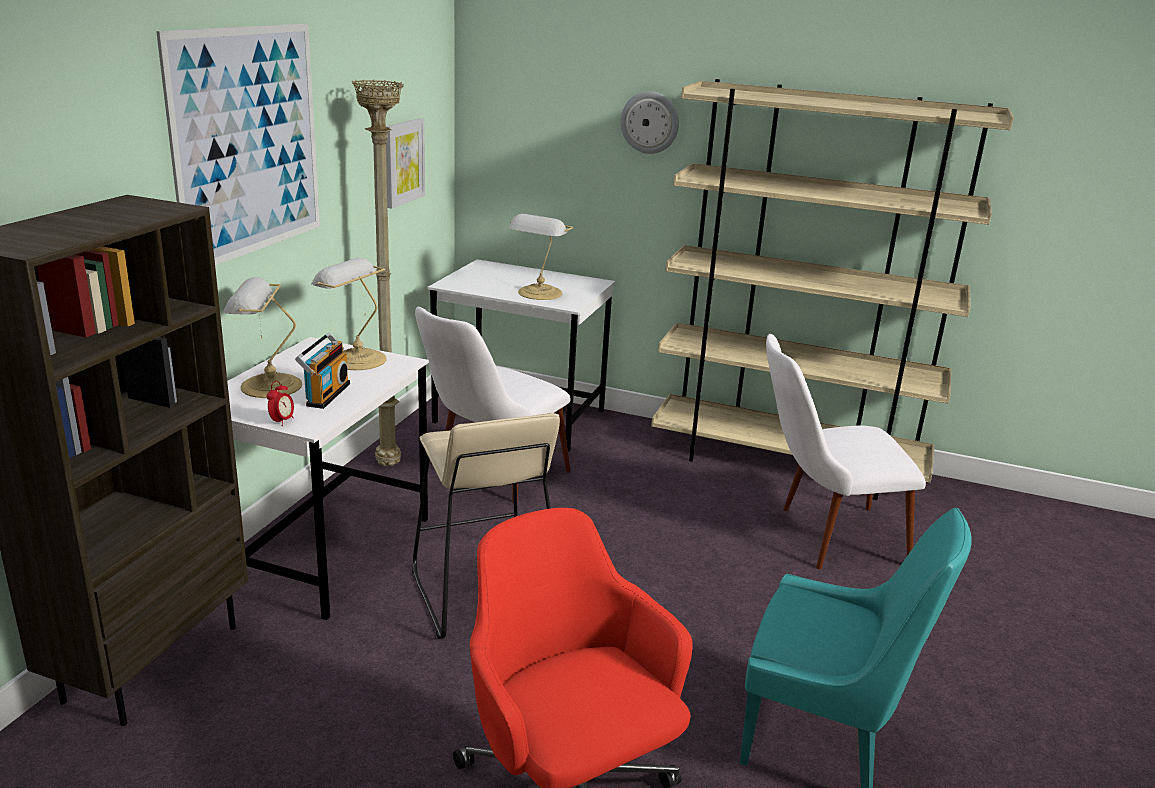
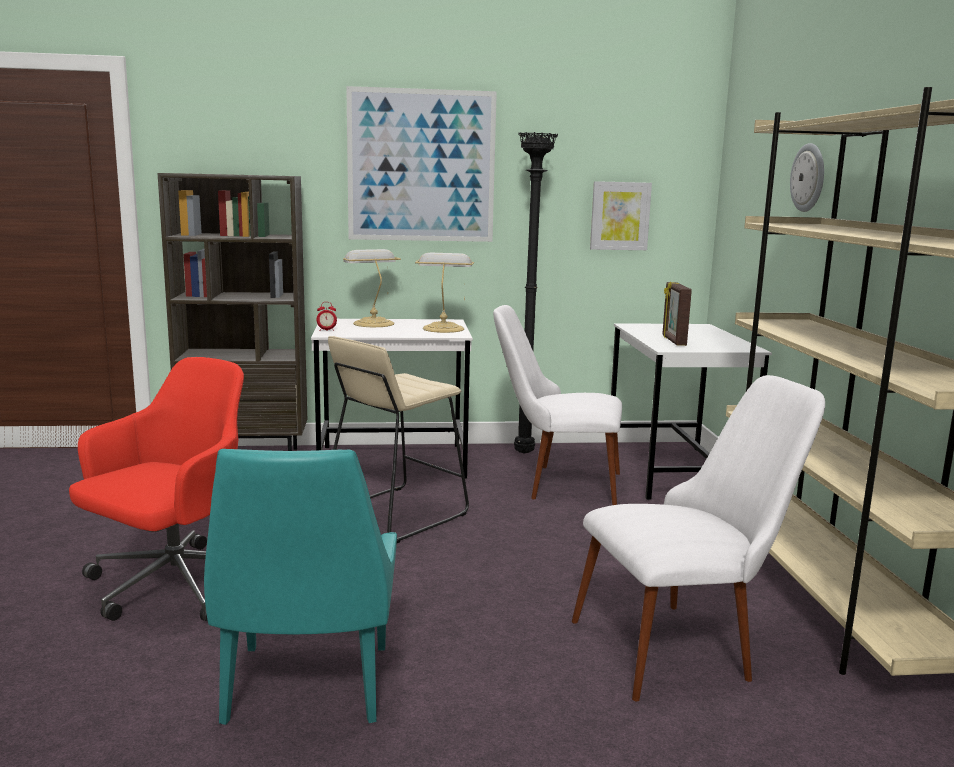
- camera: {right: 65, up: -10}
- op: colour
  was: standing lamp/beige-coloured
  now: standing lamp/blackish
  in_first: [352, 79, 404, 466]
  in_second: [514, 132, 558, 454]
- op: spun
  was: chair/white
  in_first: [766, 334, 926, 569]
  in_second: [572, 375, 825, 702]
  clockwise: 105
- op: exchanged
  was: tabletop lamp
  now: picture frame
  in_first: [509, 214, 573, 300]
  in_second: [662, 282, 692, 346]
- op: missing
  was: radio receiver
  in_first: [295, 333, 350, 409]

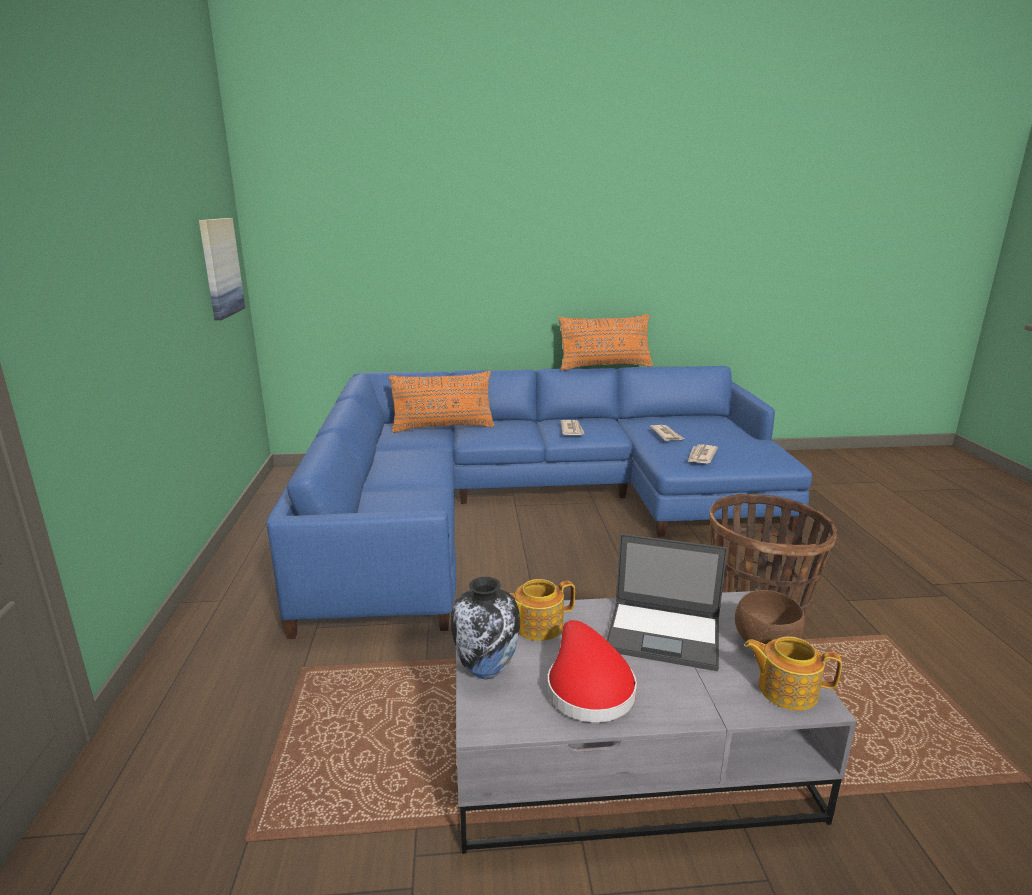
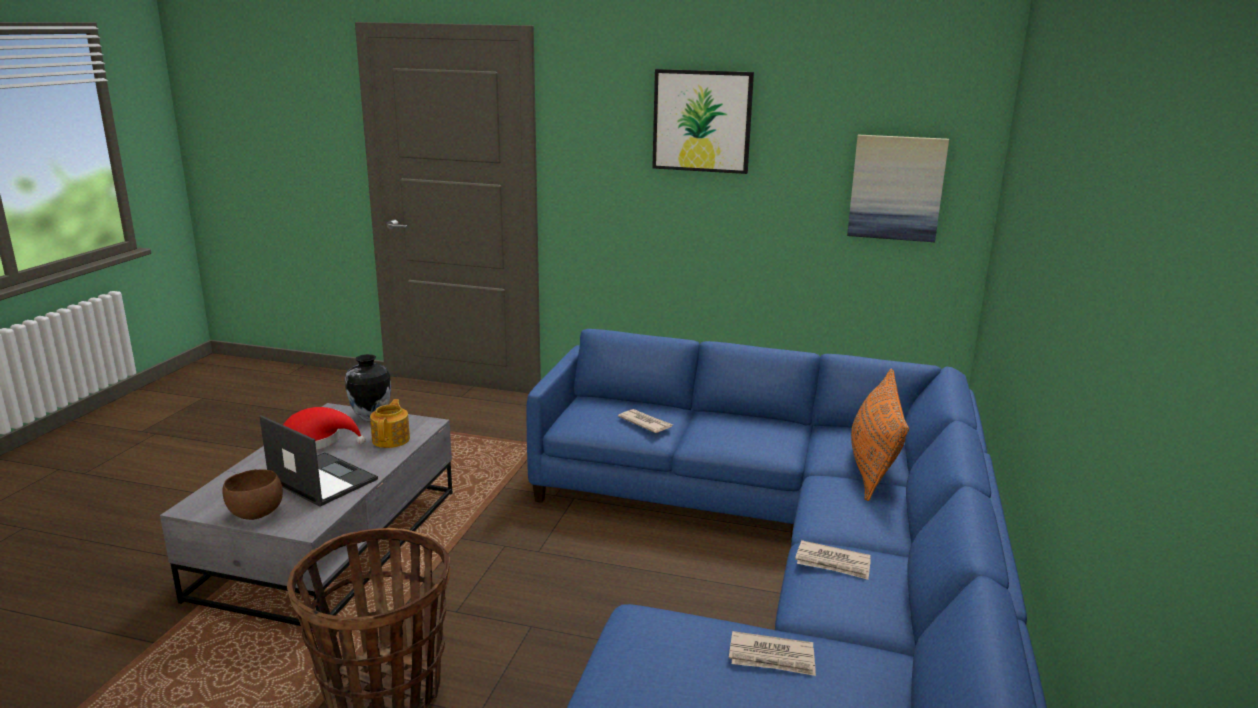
- camera: {right: 110, up: 0}
- op: spun
  was: portable computer
  in_first: [606, 534, 728, 671]
  in_second: [260, 415, 378, 507]
  clockwise: 90
- op: relocated
  was: daily paper
  in_first: [687, 444, 718, 463]
  in_second: [618, 409, 673, 433]
- op: appeared
  now: picture
  in_second: [652, 69, 754, 174]
- op: missing
  was: cushion/orange
  in_first: [558, 314, 653, 371]
- op: missing
  was: tea pot
  in_first: [744, 636, 842, 711]

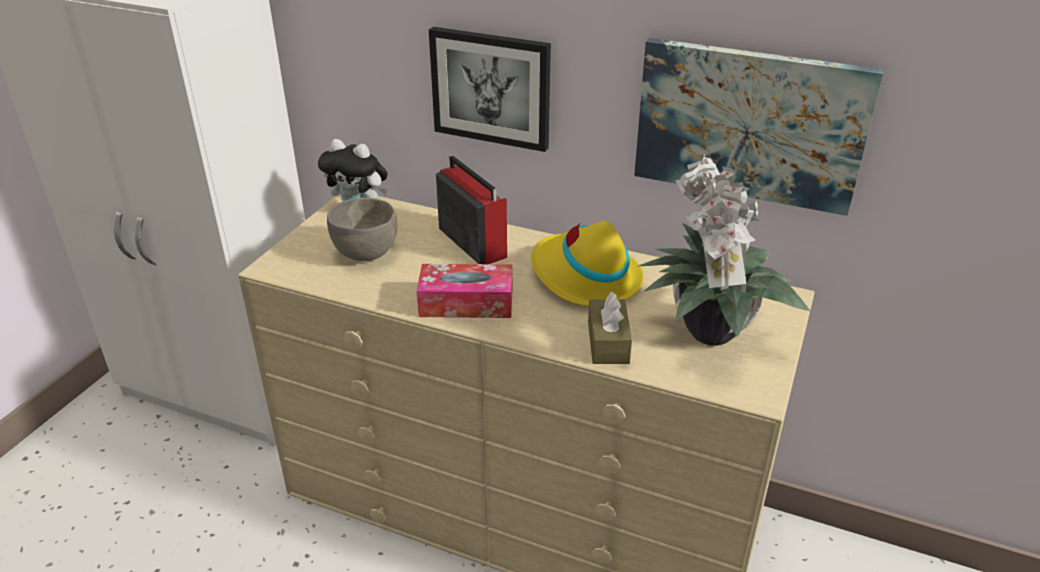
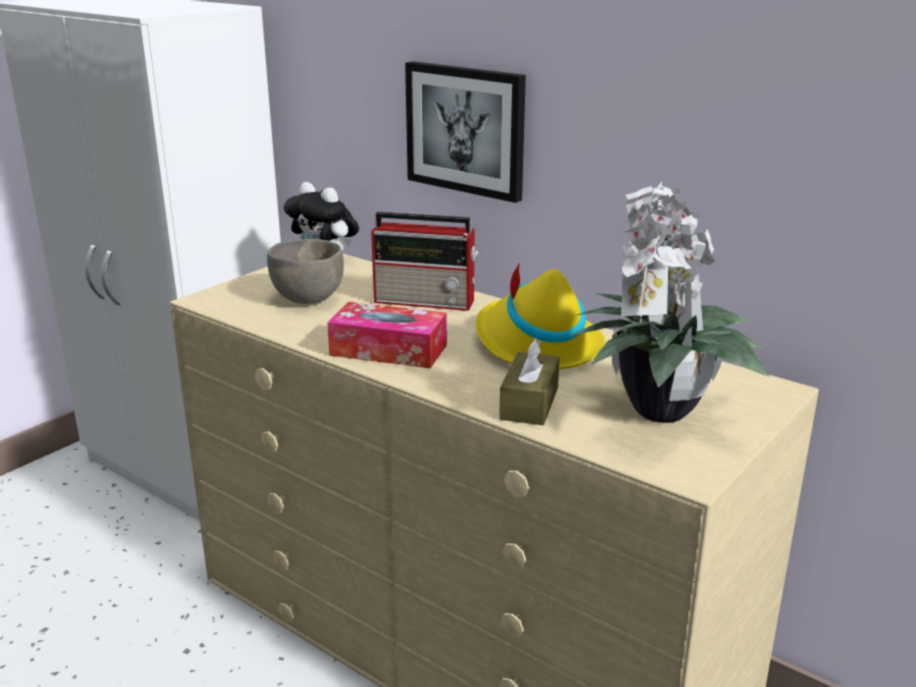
- camera: {right: 15, up: -10}
- op: spun
  was: radio receiver
  in_first: [436, 155, 507, 264]
  in_second: [371, 212, 479, 311]
  clockwise: 120
- op: missing
  was: picture
  in_first: [634, 38, 884, 216]

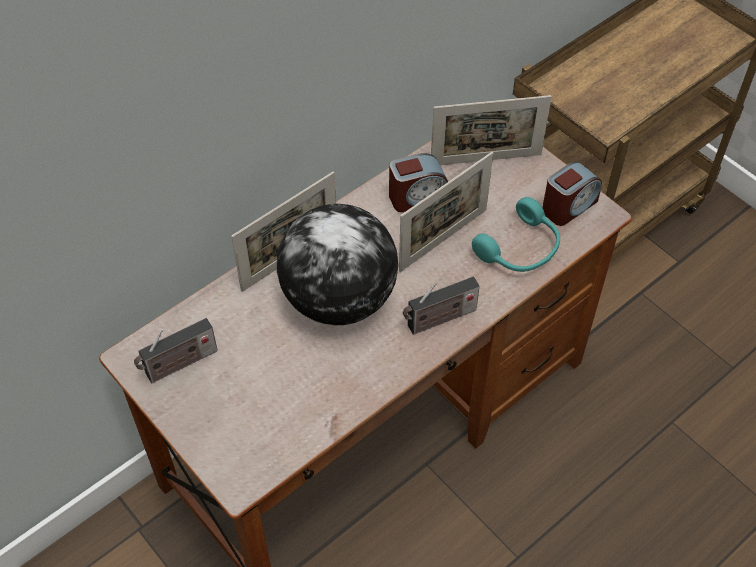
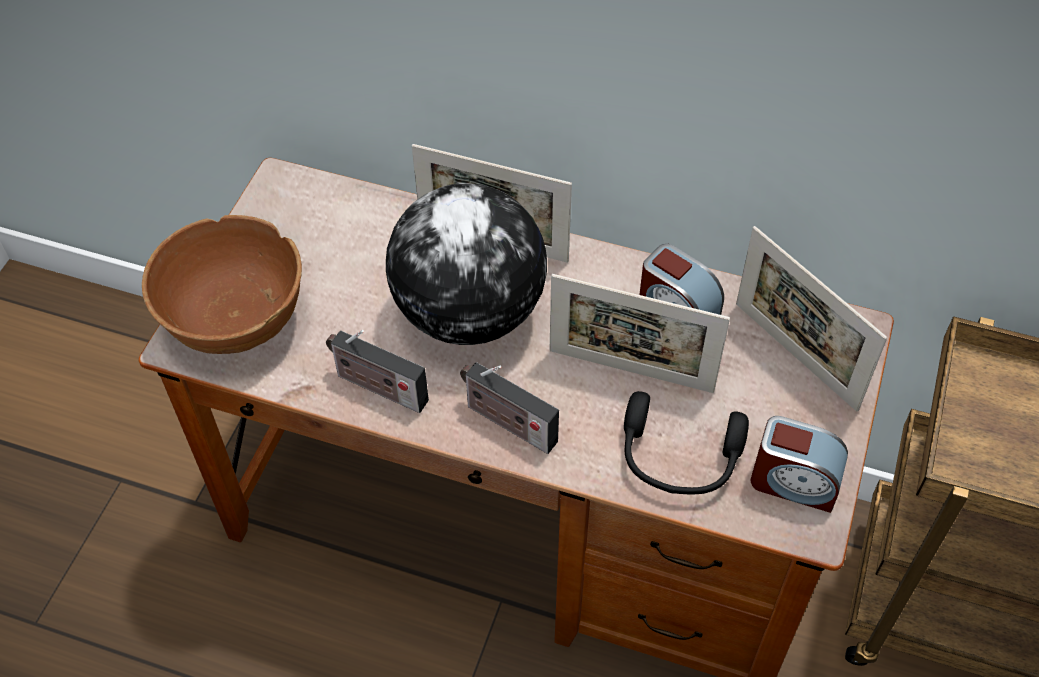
- camera: {right: 60, up: 0}
- op: appeared
  now: serving bowl/brownish
  in_second: [142, 215, 302, 354]
- op: relocated
  was: radio receiver
  in_first: [134, 318, 218, 383]
  in_second: [326, 330, 429, 413]
- op: colour
  was: headphones/blue-green
  now: headphones/blackish
  in_first: [472, 197, 560, 272]
  in_second: [624, 391, 749, 495]

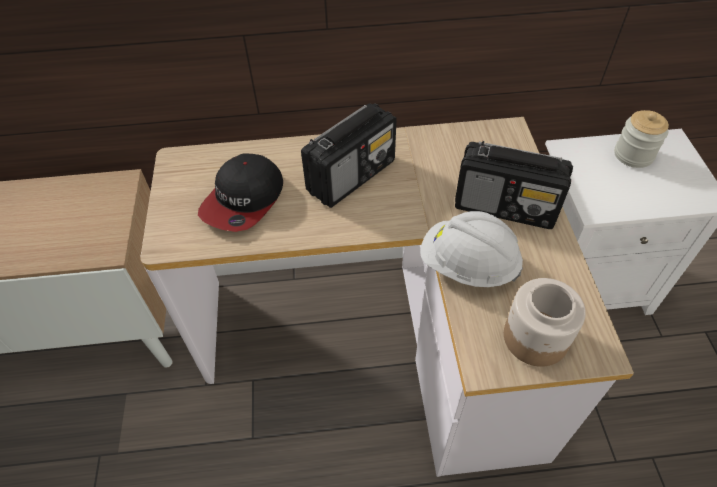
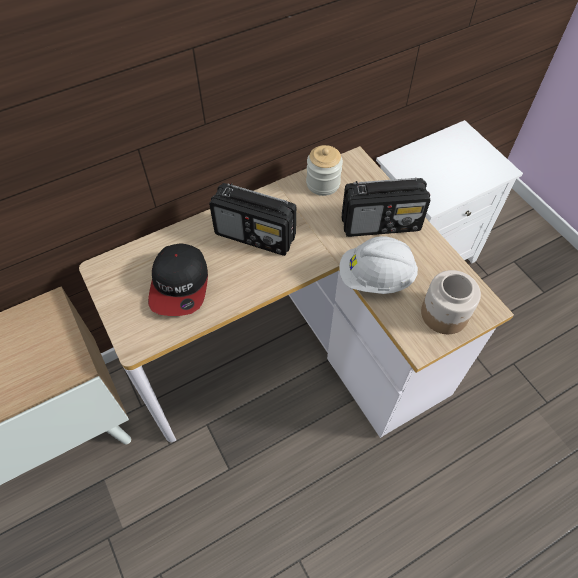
- camera: {right: -25, up: 5}
- op: spun
  was: radio receiver
  in_first: [301, 103, 397, 208]
  in_second: [209, 183, 296, 256]
  clockwise: 90
- op: relocated
  was: jar
  in_first: [614, 110, 669, 168]
  in_second: [306, 145, 343, 196]

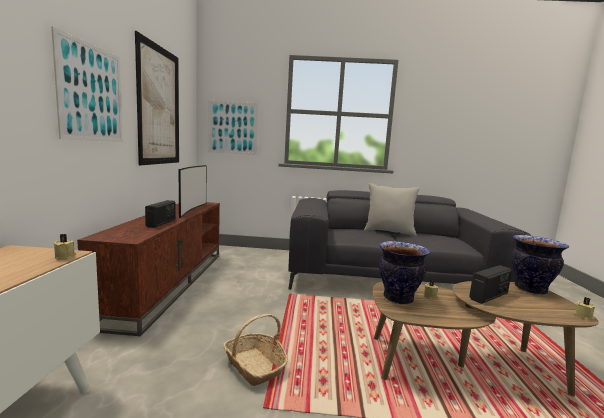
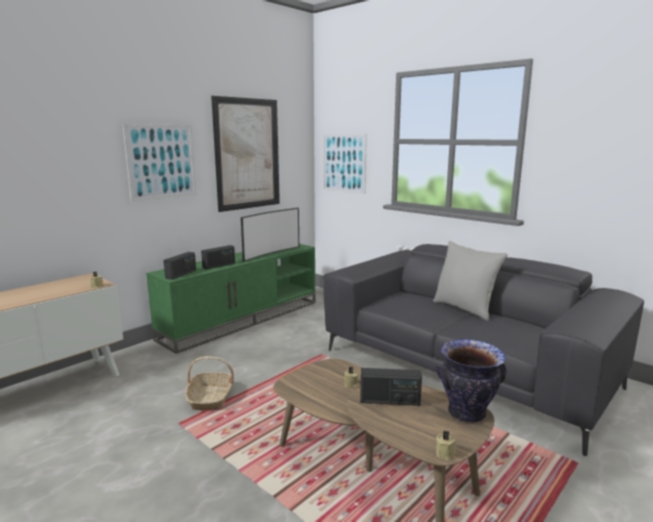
- camera: {right: 40, up: 5}
- op: colour
  was: tv stand/brownish
  now: tv stand/green-coloured
  in_first: [77, 202, 220, 336]
  in_second: [146, 244, 315, 354]
- op: appeared
  now: radio receiver
  in_second: [163, 252, 196, 280]
- op: missing
  was: flower vase
  in_first: [379, 241, 430, 304]

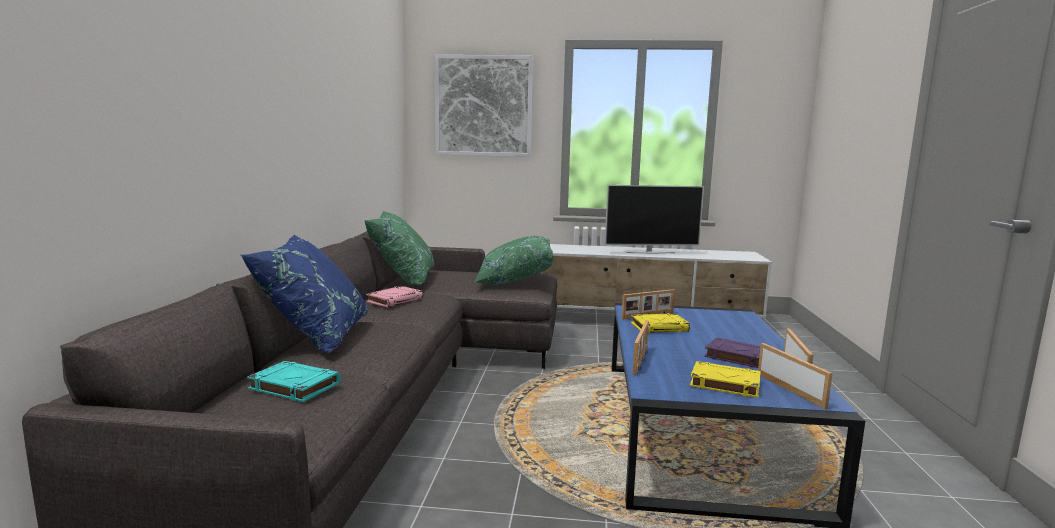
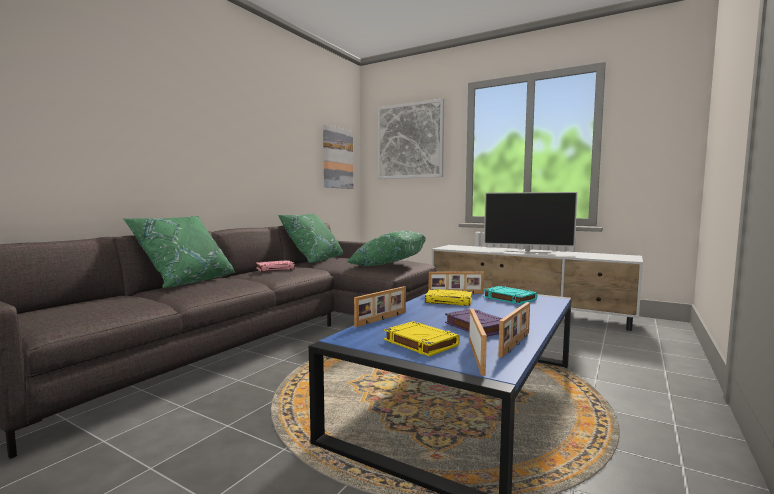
- camera: {right: 25, up: -5}
- op: colour
  was: cushion/blue-coloured
  now: cushion/green-coloured
  in_first: [241, 235, 368, 353]
  in_second: [122, 216, 235, 288]
- op: appeared
  now: picture
  in_second: [323, 125, 353, 189]
- op: relocated
  was: volume/blue-green
  in_first: [247, 361, 341, 402]
  in_second: [483, 286, 537, 305]

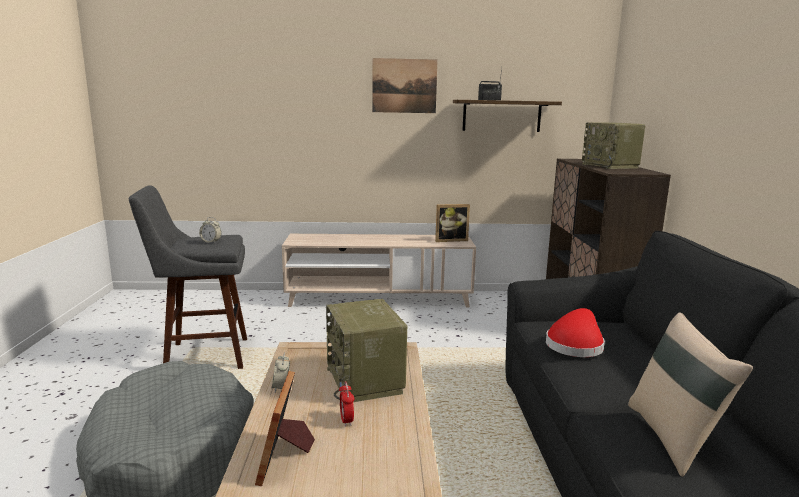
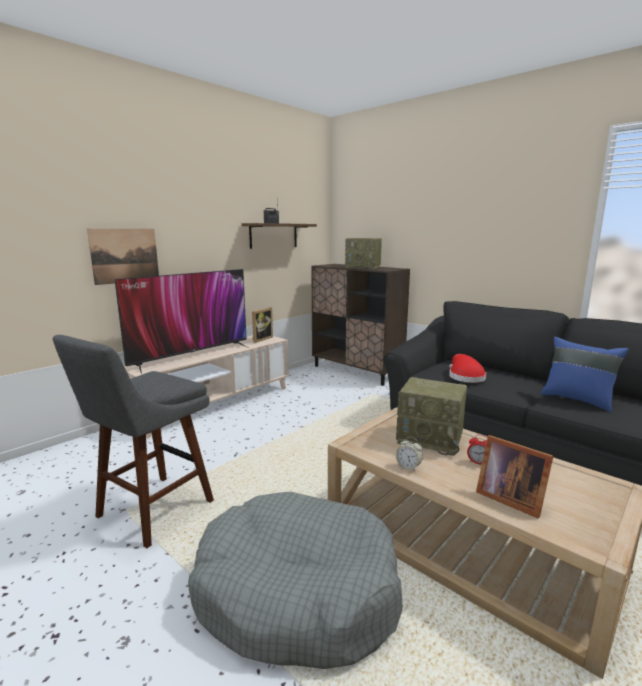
- camera: {right: -45, up: 0}
- op: relocated
  was: picture
  in_first: [372, 58, 438, 113]
  in_second: [87, 229, 159, 285]
- op: appeared
  now: TV
  in_second: [115, 269, 249, 374]
- op: colour
  was: cushion/beige-coloured
  now: cushion/blue-coloured
  in_first: [628, 313, 753, 477]
  in_second: [540, 337, 629, 412]
- op: missing
  was: alarm clock
  in_first: [199, 217, 221, 243]

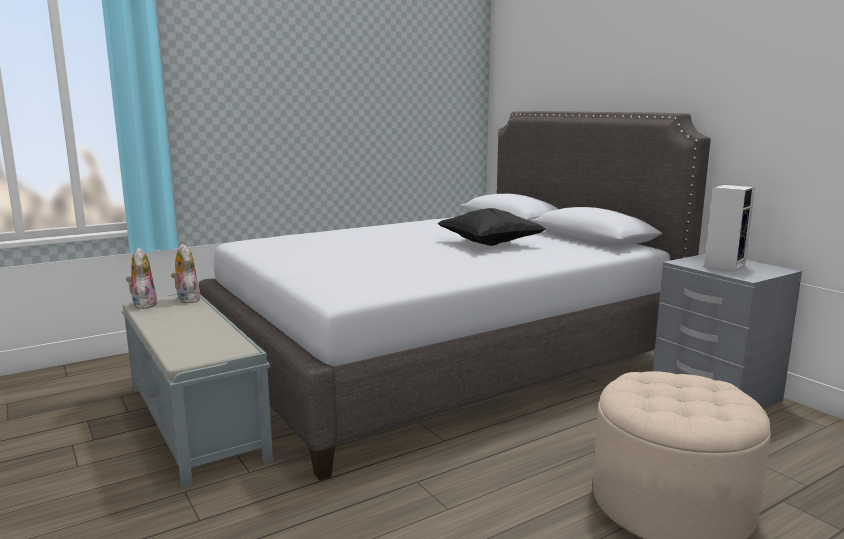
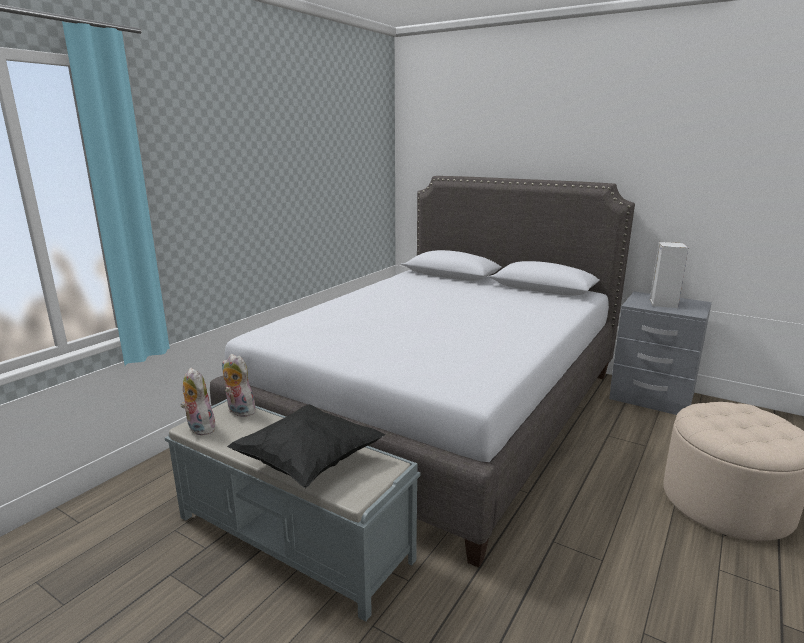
- camera: {right: -25, up: 5}
- op: relocated
  was: cushion/blackish
  in_first: [437, 208, 546, 246]
  in_second: [227, 405, 385, 489]

